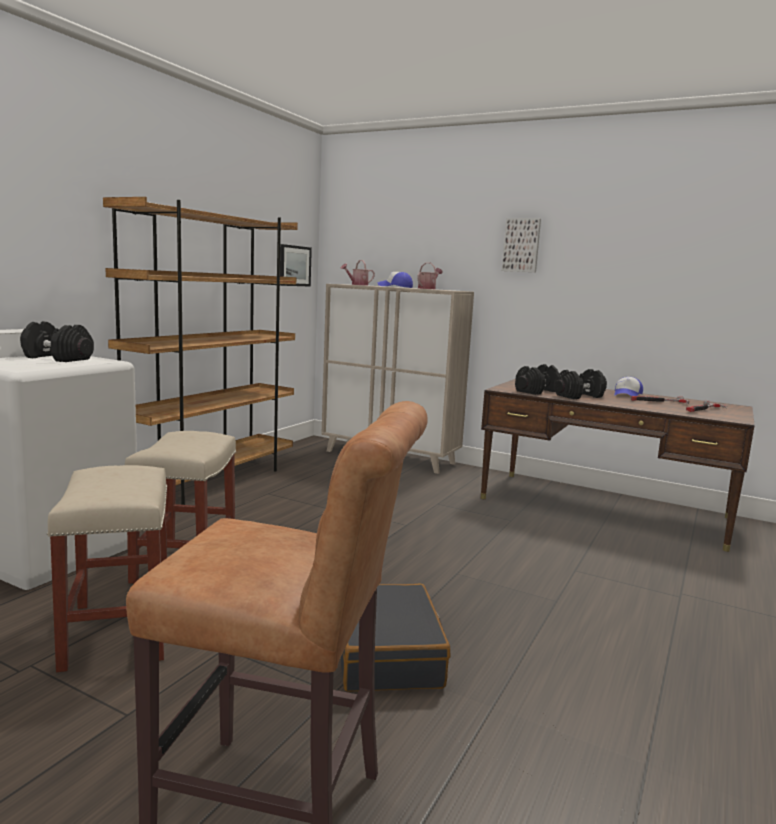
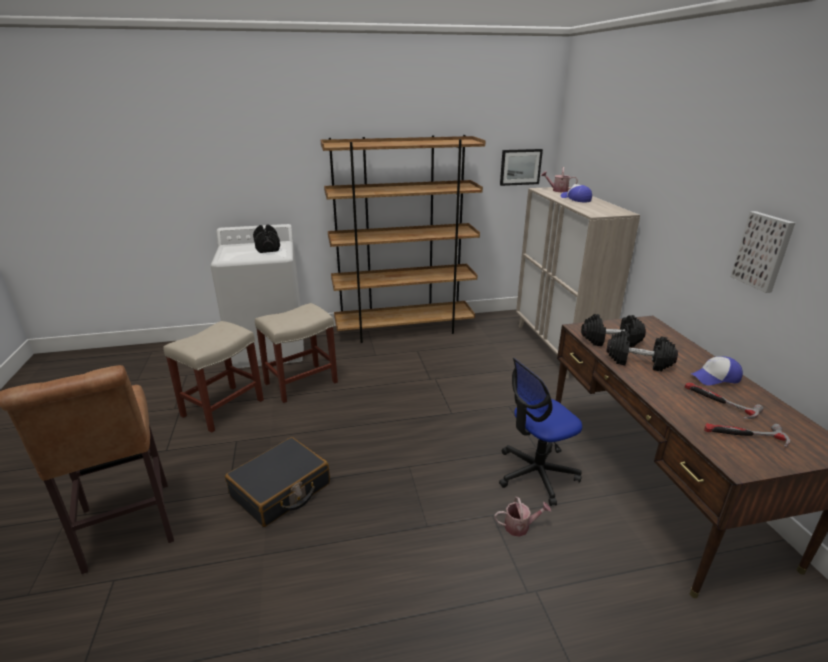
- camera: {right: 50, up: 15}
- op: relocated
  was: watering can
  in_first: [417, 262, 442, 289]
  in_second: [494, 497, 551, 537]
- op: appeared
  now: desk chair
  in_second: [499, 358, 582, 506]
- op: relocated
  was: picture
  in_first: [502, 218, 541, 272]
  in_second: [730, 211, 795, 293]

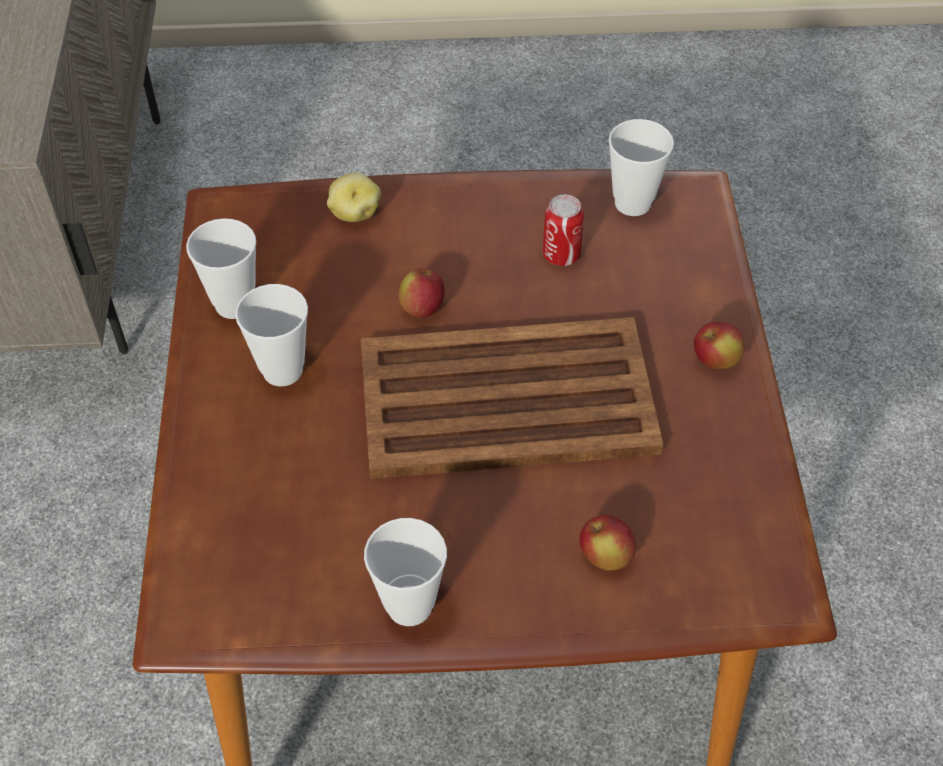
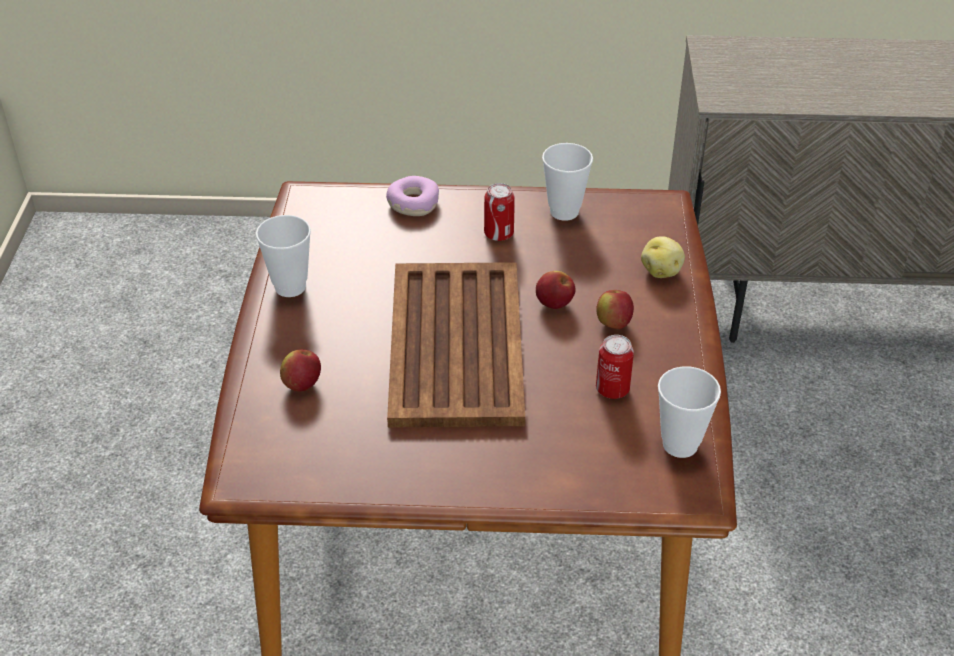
- camera: {right: 95, up: -10}
- op: appeared
  now: donut
  in_second: [386, 176, 439, 216]
- op: exchanged
  was: drinking cup
  now: metal can
  in_first: [235, 284, 308, 386]
  in_second: [484, 183, 515, 241]
- op: relocated
  was: whole apple
  in_first: [694, 322, 745, 369]
  in_second: [596, 290, 634, 329]

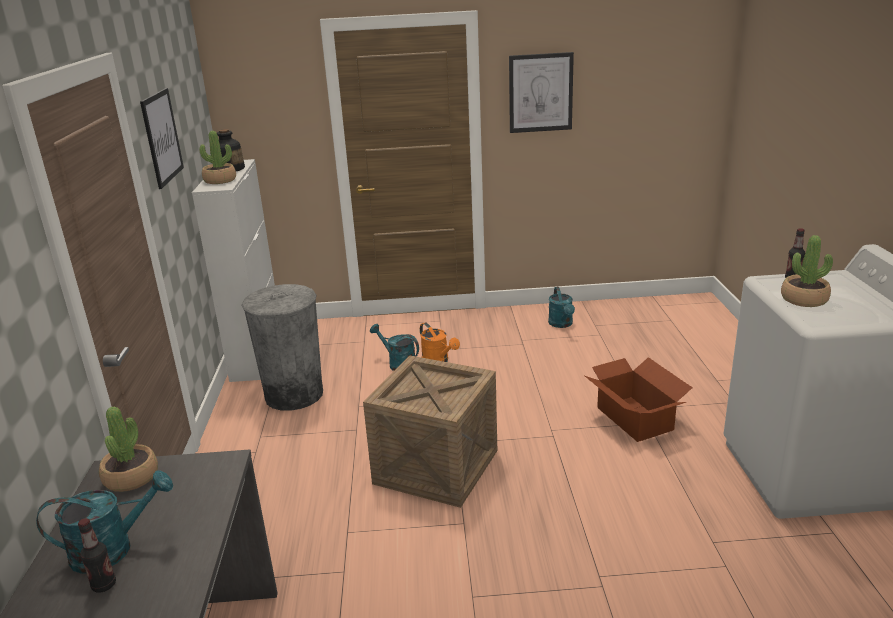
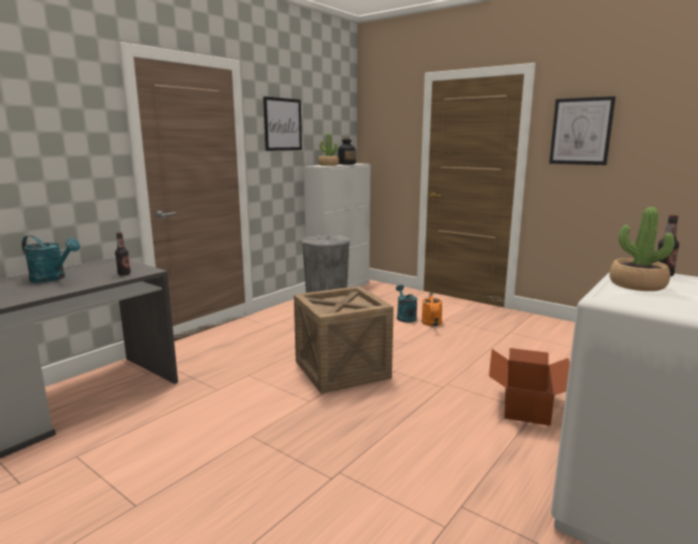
- camera: {right: 40, up: -10}
- op: relocated
  was: bottle
  in_first: [78, 518, 116, 592]
  in_second: [115, 232, 131, 275]
- op: missing
  was: potted plant
  in_first: [99, 407, 158, 492]
- op: missing
  was: watering can/blue-green
  in_first: [548, 287, 575, 328]

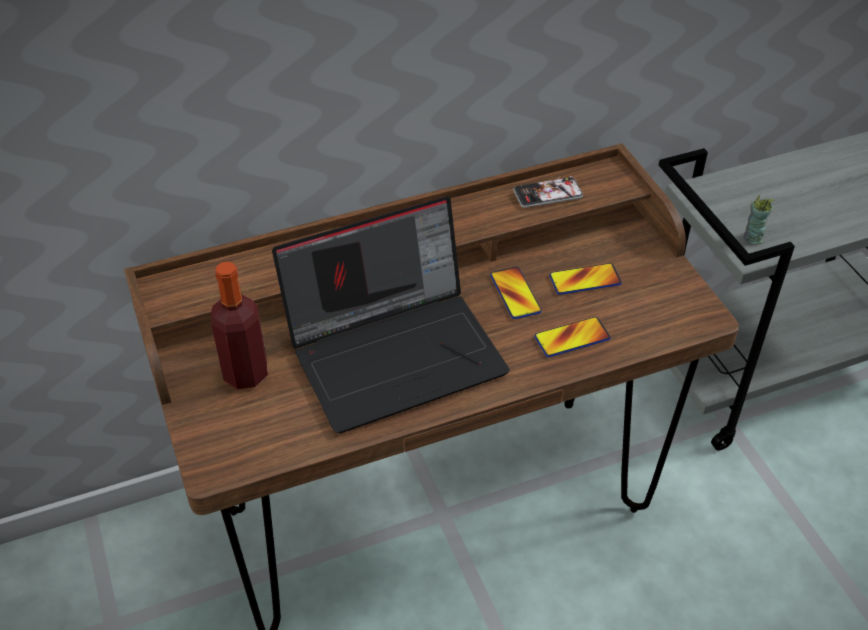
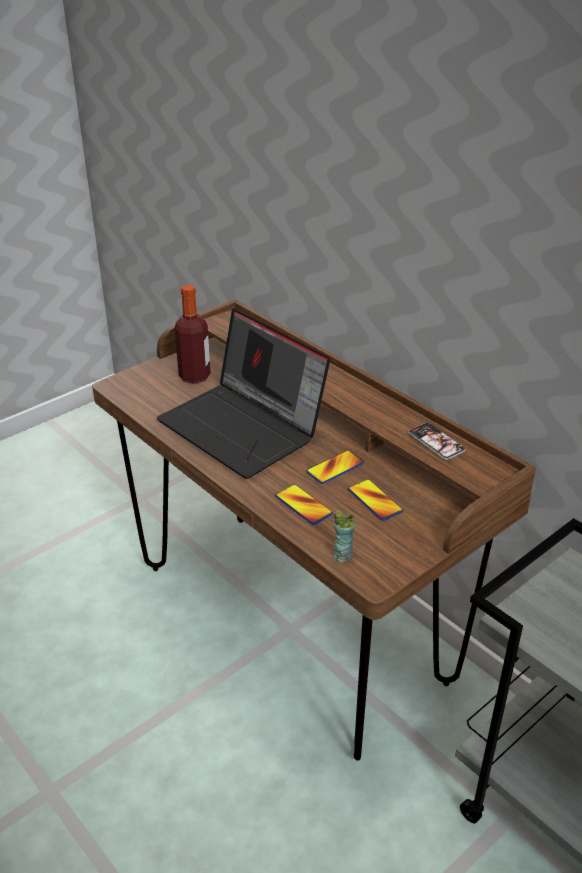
- camera: {right: 70, up: -10}
- op: relocated
  was: drinking cup
  in_first: [744, 195, 774, 245]
  in_second: [333, 510, 355, 563]

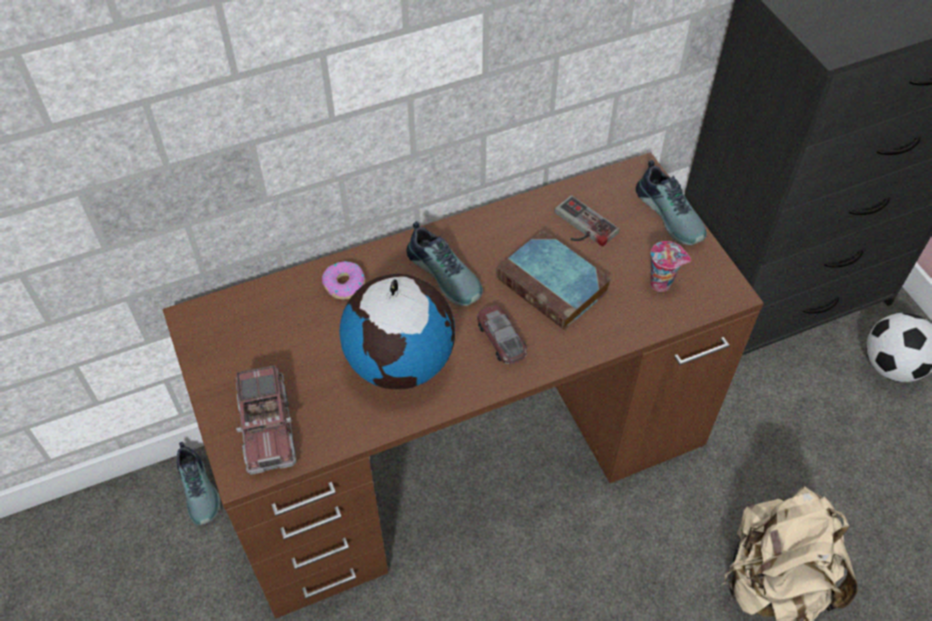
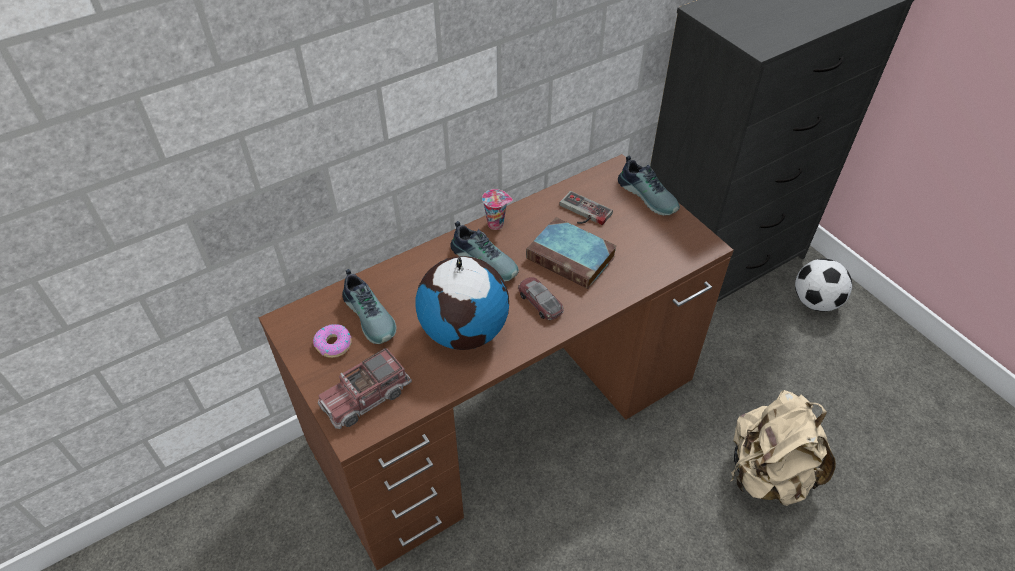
- camera: {right: -10, up: -5}
- op: relocated
  was: donut
  in_first: [322, 261, 365, 300]
  in_second: [313, 324, 352, 358]
- op: spun
  was: toy lorry
  in_first: [236, 365, 297, 475]
  in_second: [318, 348, 412, 429]
  clockwise: 75
- op: relocated
  was: low shoe
  in_first: [177, 442, 220, 526]
  in_second: [342, 269, 397, 344]
- op: relocated
  was: drinking cup
  in_first: [650, 241, 691, 292]
  in_second: [482, 189, 513, 230]

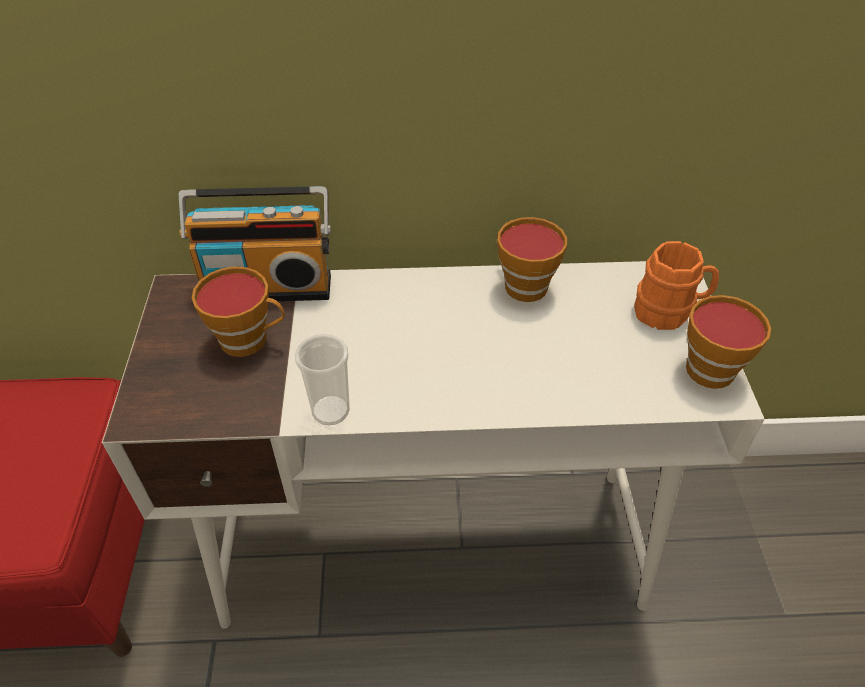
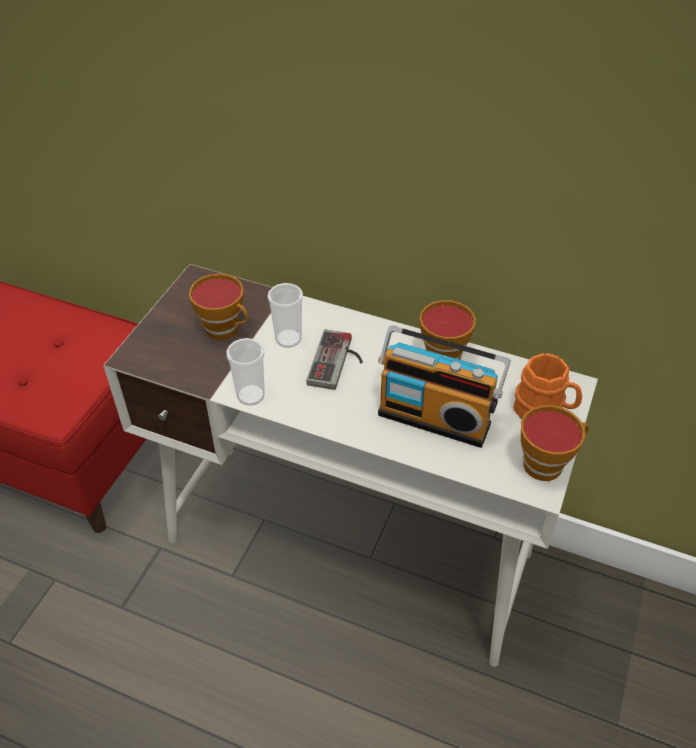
- camera: {right: 25, up: 0}
- op: appeared
  now: drinking cup
  in_second: [267, 283, 303, 348]
- op: appeared
  now: gamepad
  in_second: [307, 330, 363, 390]
- op: relocated
  was: radio receiver
  in_first: [179, 186, 331, 301]
  in_second: [378, 326, 510, 448]

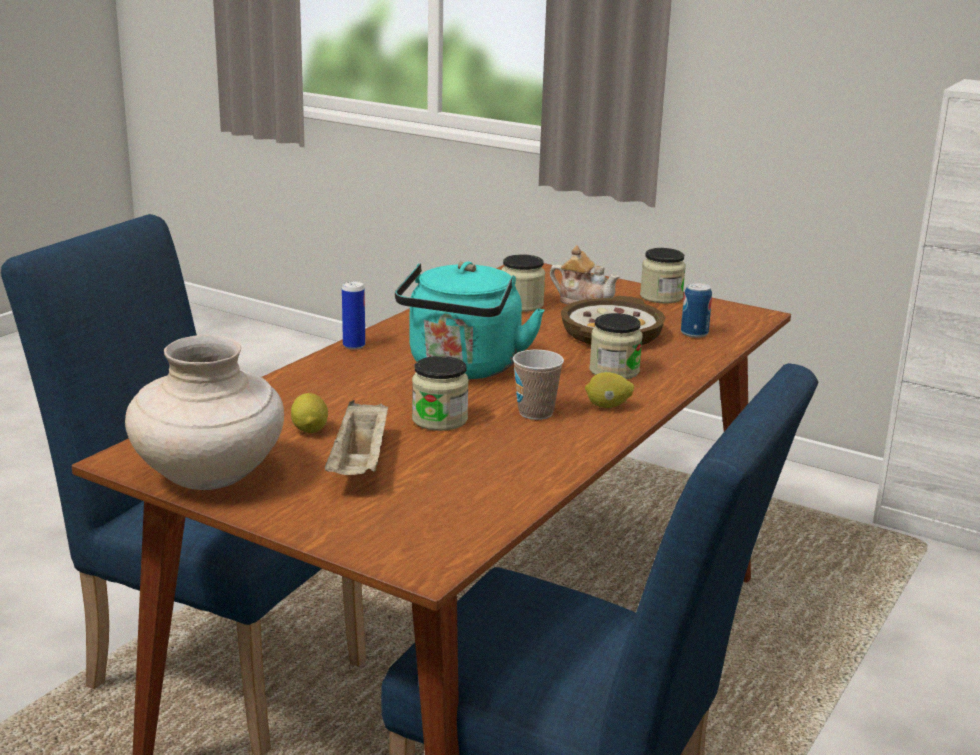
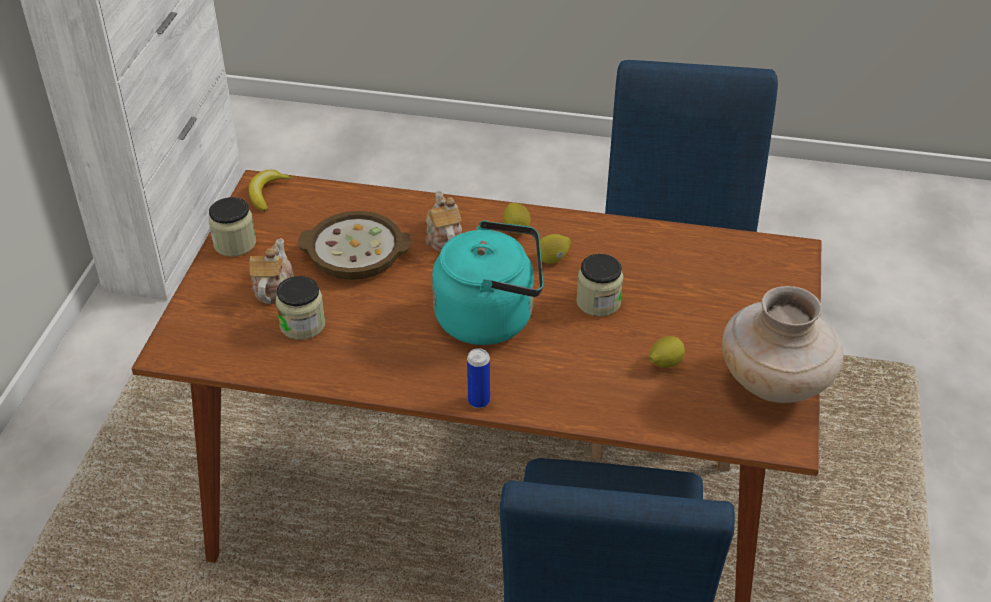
- camera: {right: -110, up: 20}
- op: appeared
  now: banana
  in_second: [249, 170, 293, 212]
- op: exchanged
  was: jar
  now: tea pot
  in_first: [589, 313, 643, 379]
  in_second: [425, 191, 462, 252]
- op: exchanged
  was: drinking cup
  now: lemon
  in_first: [513, 350, 564, 420]
  in_second: [535, 234, 571, 264]
- op: missing
  was: carrying tray/beige-coloured
  in_first: [325, 400, 388, 475]
- op: missing
  was: metal can
  in_first: [681, 283, 712, 338]

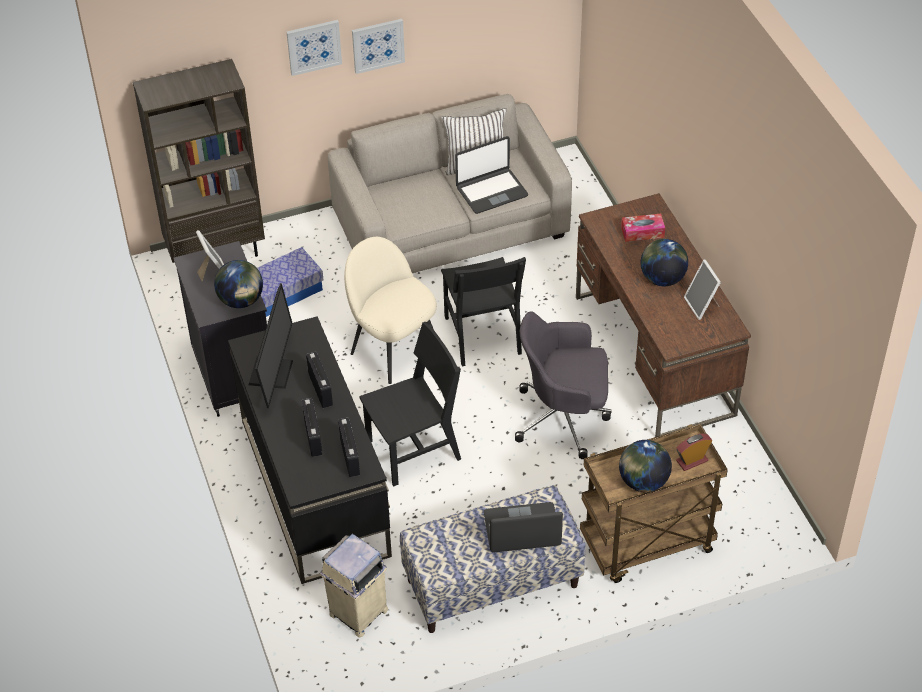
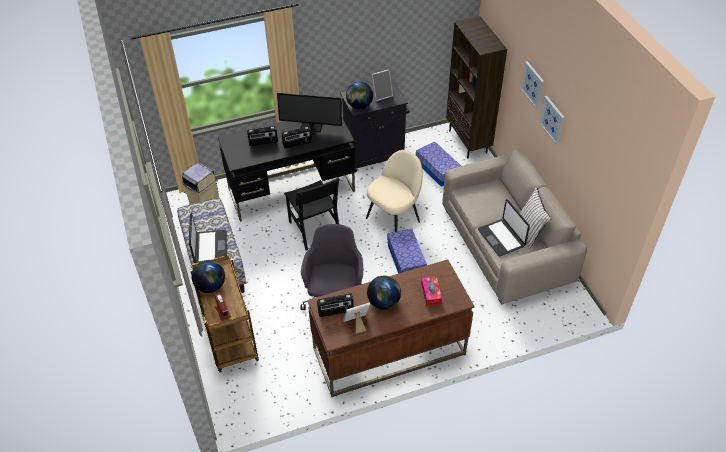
- camera: {right: 90, up: 0}
- op: relocated
  was: radio receiver
  in_first: [338, 417, 360, 477]
  in_second: [317, 293, 354, 317]
- op: exchanged
  was: chair/blackish
  now: storage bin
  in_first: [441, 257, 526, 366]
  in_second: [387, 229, 427, 274]

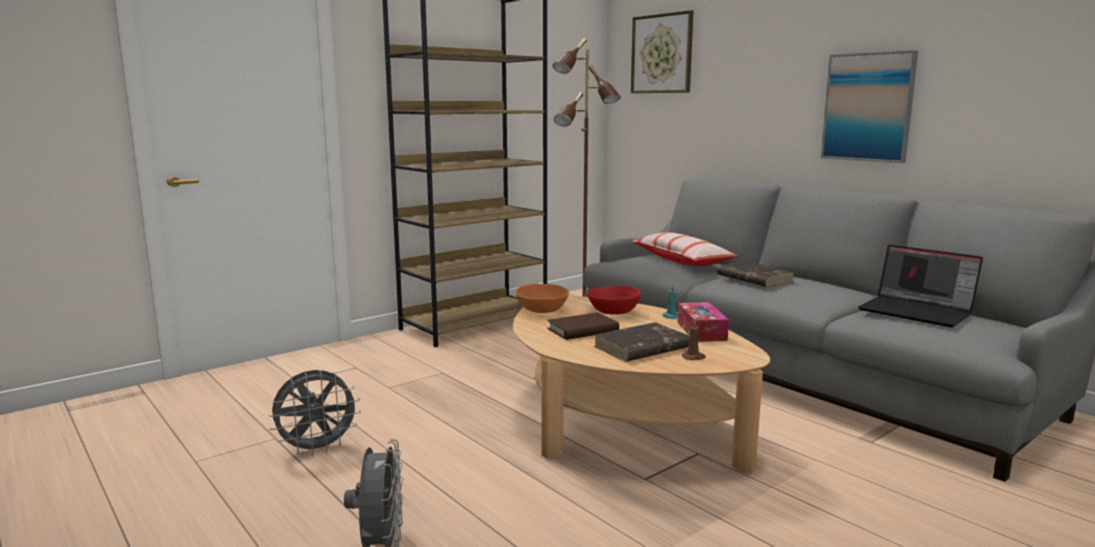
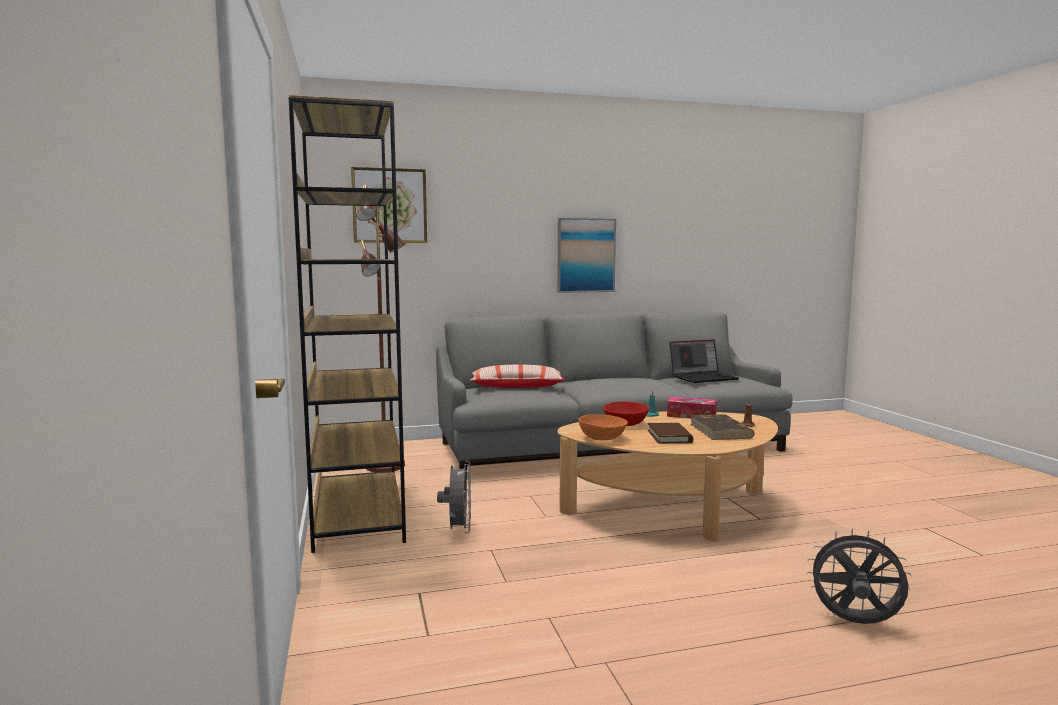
- camera: {right: -65, up: -5}
- op: relocated
  was: electric fan/grey
  in_first: [269, 370, 361, 456]
  in_second: [437, 461, 471, 534]
- op: missing
  was: volume/brownish
  in_first: [717, 261, 795, 287]

